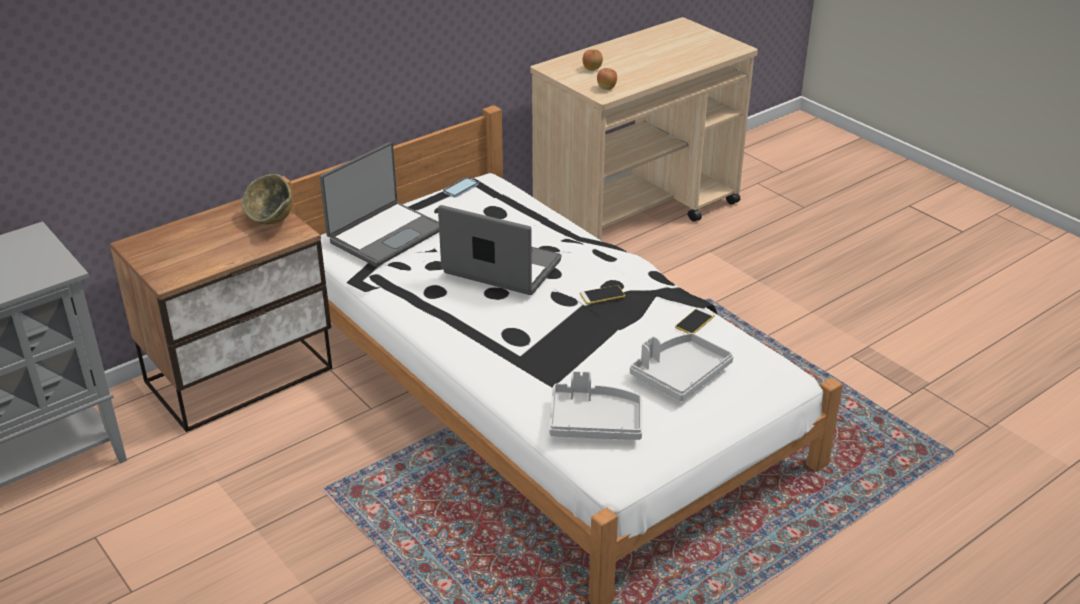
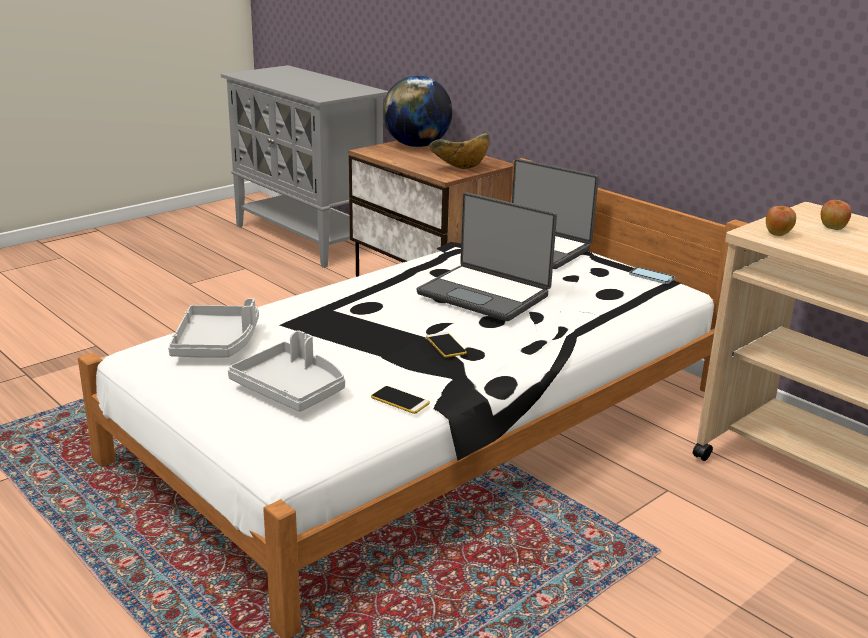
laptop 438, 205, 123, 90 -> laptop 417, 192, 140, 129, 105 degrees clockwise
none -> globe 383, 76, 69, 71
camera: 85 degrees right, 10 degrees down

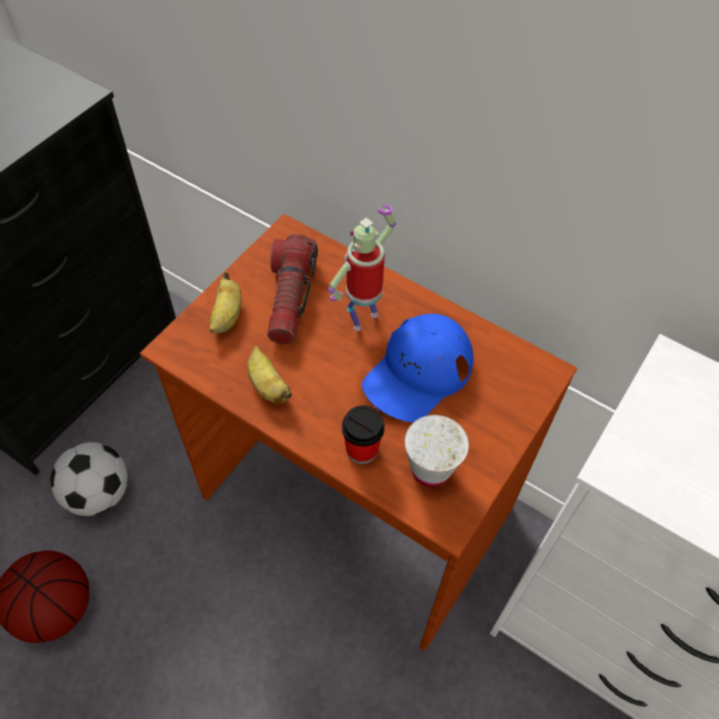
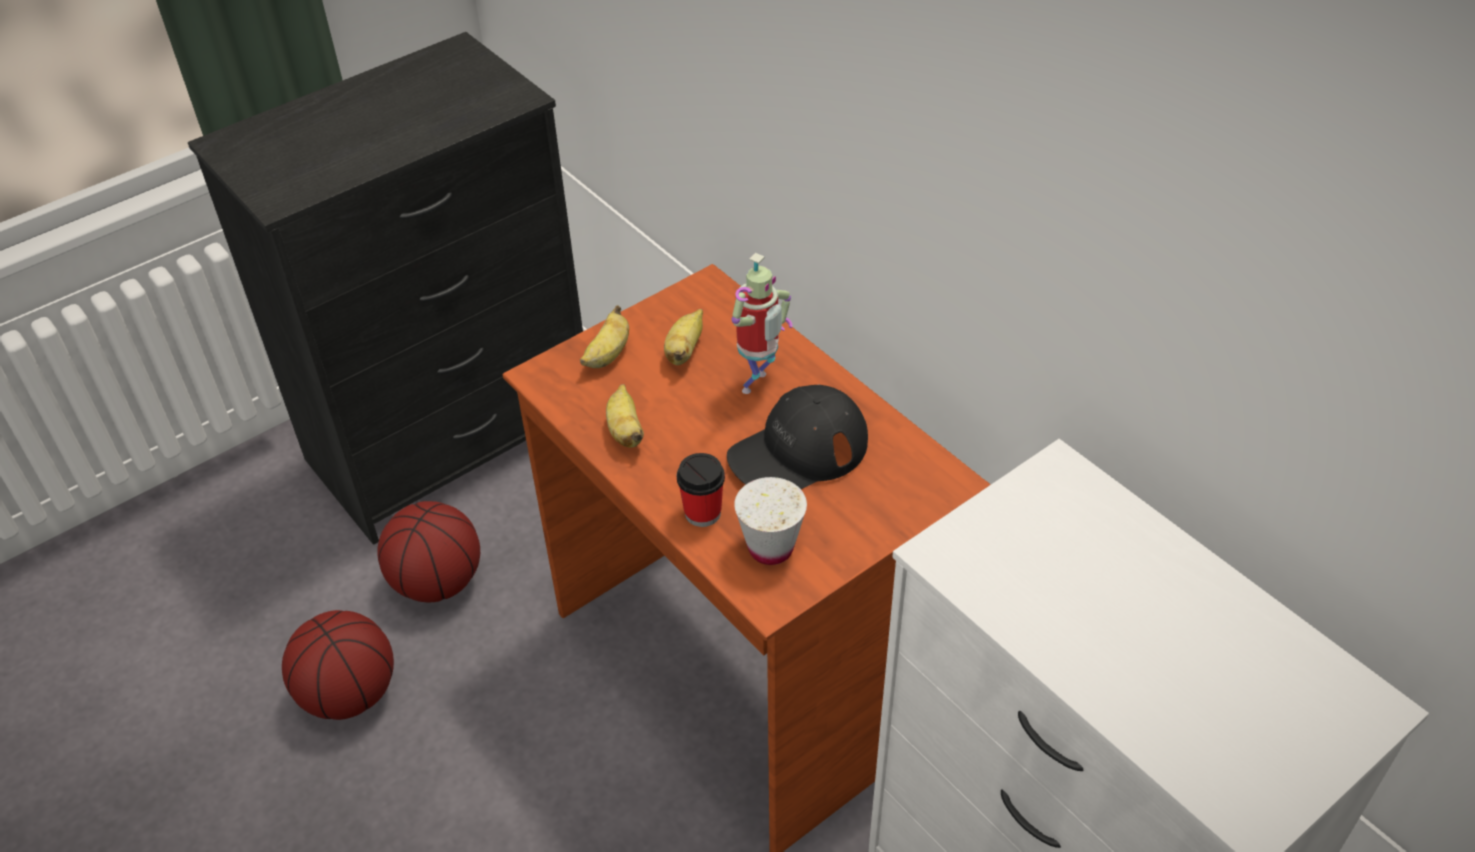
toy robot 328, 205, 68, 126 -> toy robot 731, 253, 61, 141, 150 degrees clockwise
flashlight 267, 234, 51, 111 -> banana 664, 309, 39, 56
blue cap 362, 314, 111, 108 -> black cap 727, 384, 141, 105
football 51, 442, 77, 74 -> basketball 377, 501, 103, 101
camera: 20 degrees right, 10 degrees down

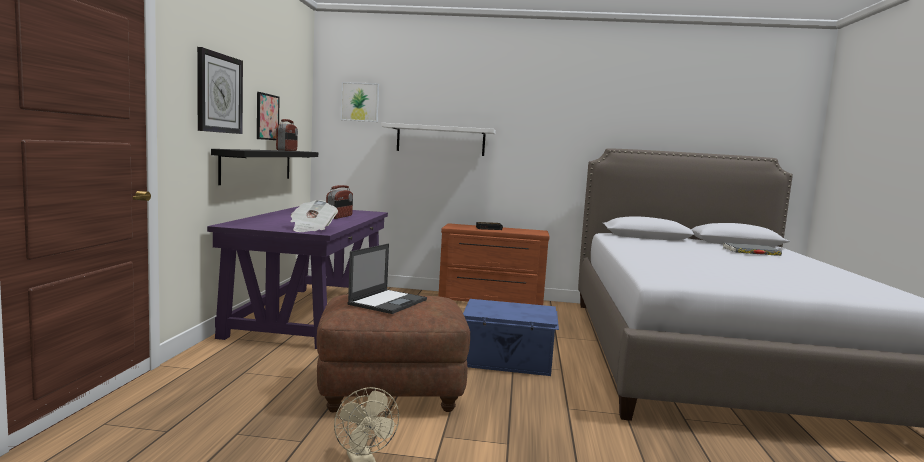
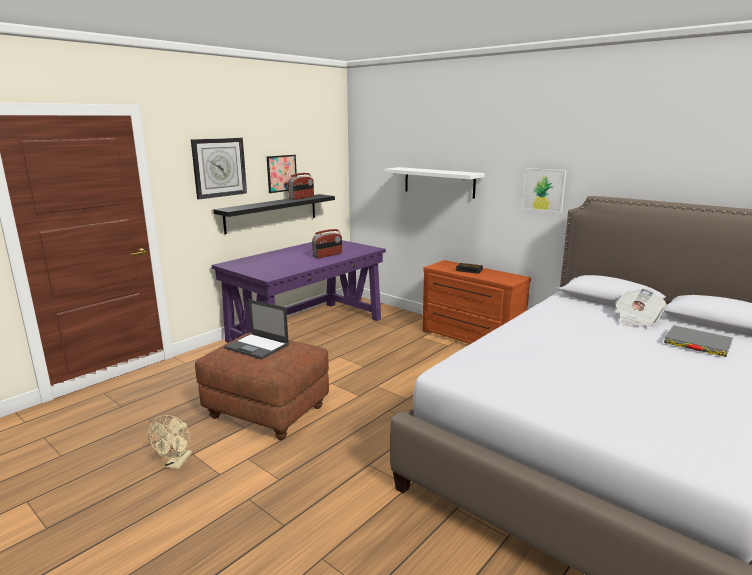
picture 341, 82, 38, 40 -> picture 522, 168, 44, 45, move
newspaper 290, 200, 48, 32 -> newspaper 615, 289, 52, 38, move
laptop 347, 243, 80, 71 -> laptop 224, 299, 65, 61, 60 degrees clockwise
blue storage box 463, 299, 96, 77 -> none
camera: 35 degrees right, 10 degrees up

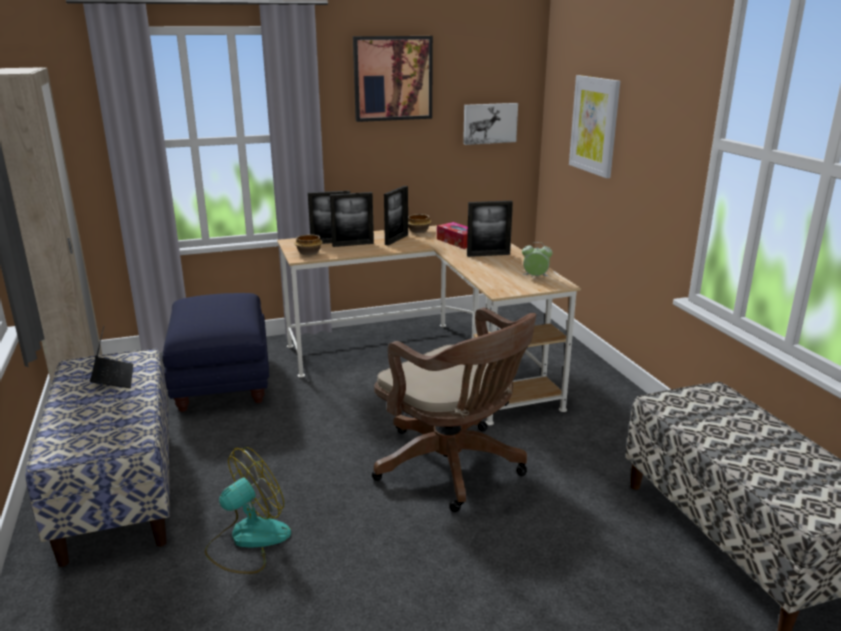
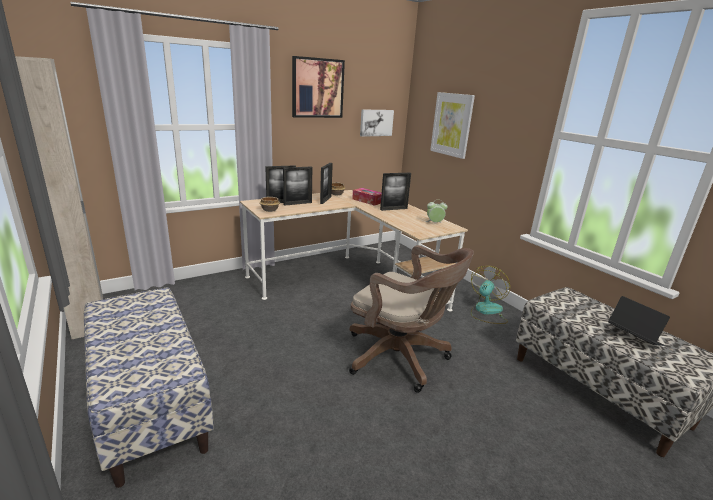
blue ottoman 162, 293, 107, 119 -> none
laptop 90, 326, 43, 62 -> laptop 608, 296, 62, 50, move
fan 205, 447, 86, 127 -> fan 471, 266, 39, 58, move
camera: 15 degrees left, 0 degrees up

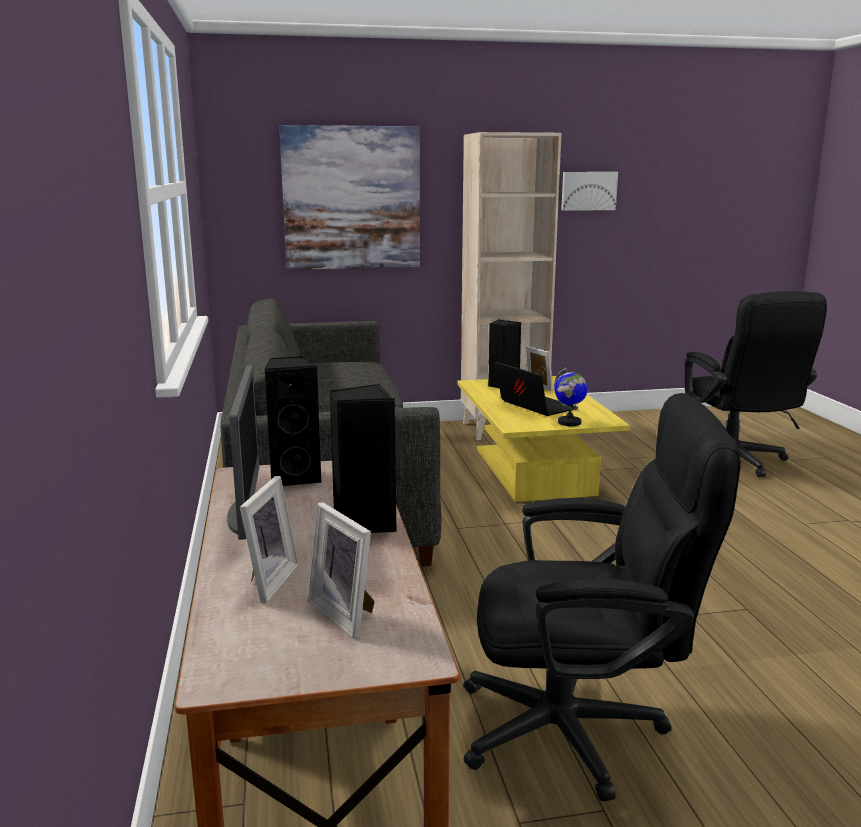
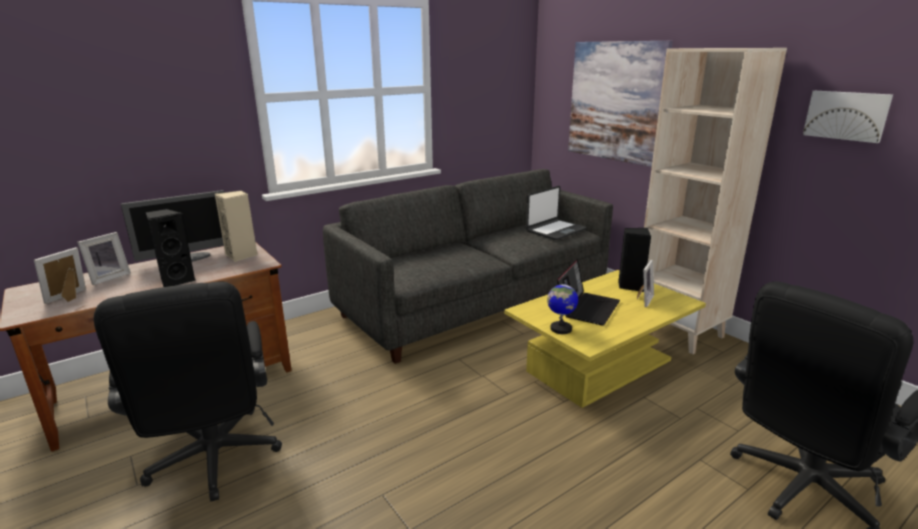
black speaker 264, 356, 59, 130 -> beige speaker 215, 190, 43, 72
picture frame 240, 476, 59, 127 -> picture frame 77, 232, 54, 53, 45 degrees counterclockwise
none -> laptop 526, 186, 61, 54
camera: 65 degrees right, 5 degrees up

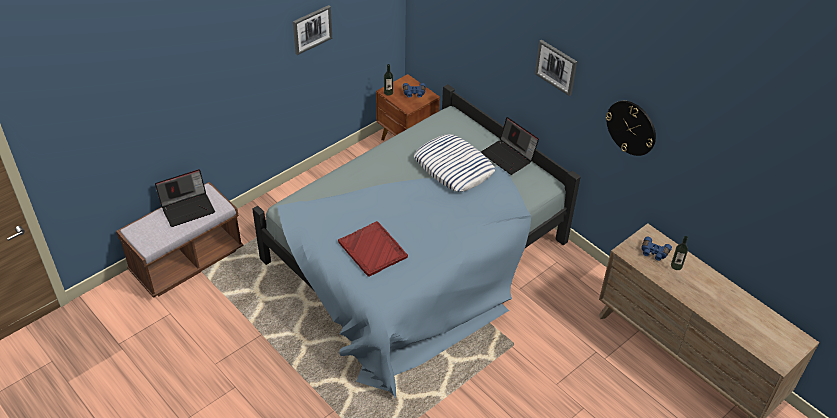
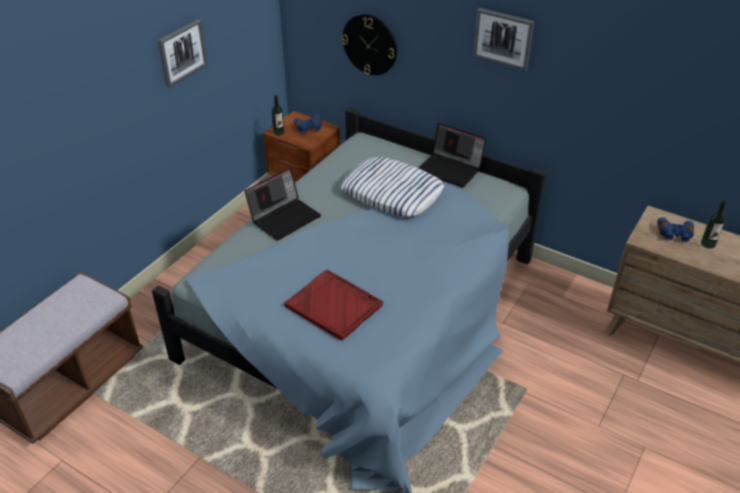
wall clock 606, 101, 50, 55 -> wall clock 342, 14, 55, 61, move
laptop 155, 169, 60, 58 -> laptop 244, 168, 77, 73, move
camera: 15 degrees left, 5 degrees down

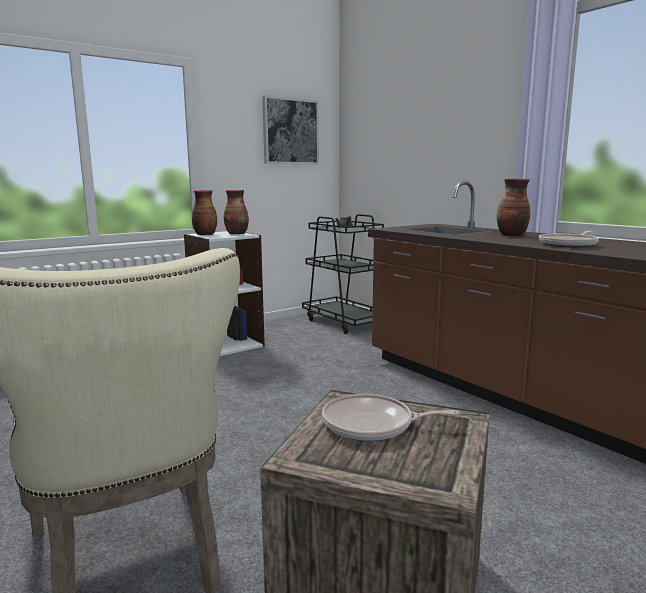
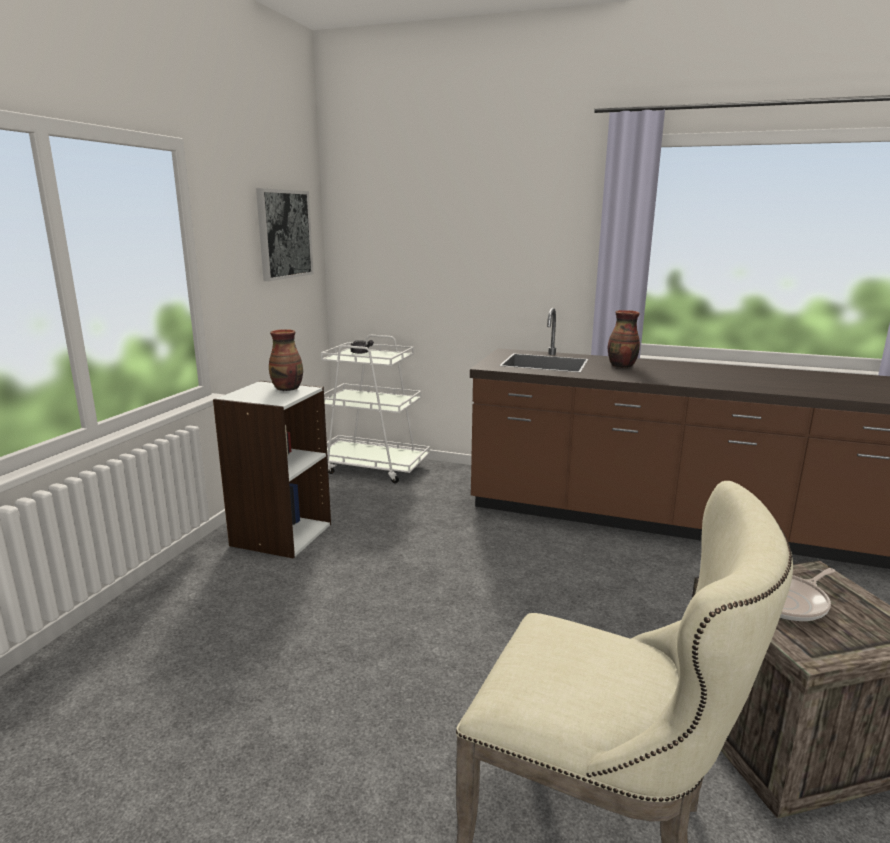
vase 192, 190, 25, 45 -> none
black cart 302, 214, 82, 120 -> white cart 321, 335, 109, 148
frying pan 539, 231, 60, 17 -> none
camera: 35 degrees left, 5 degrees up

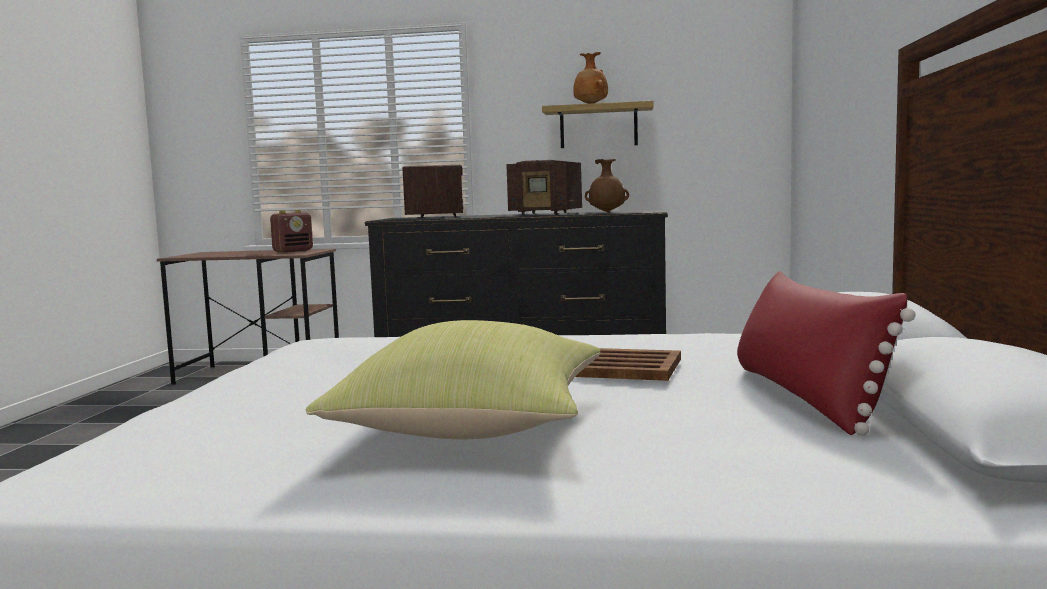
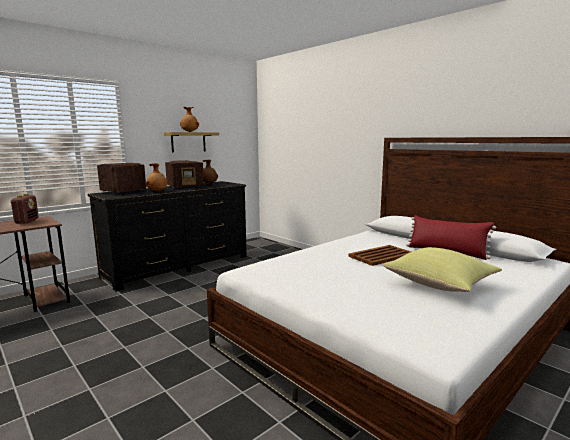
none -> brown vase 145, 163, 23, 29
camera: 50 degrees left, 5 degrees up

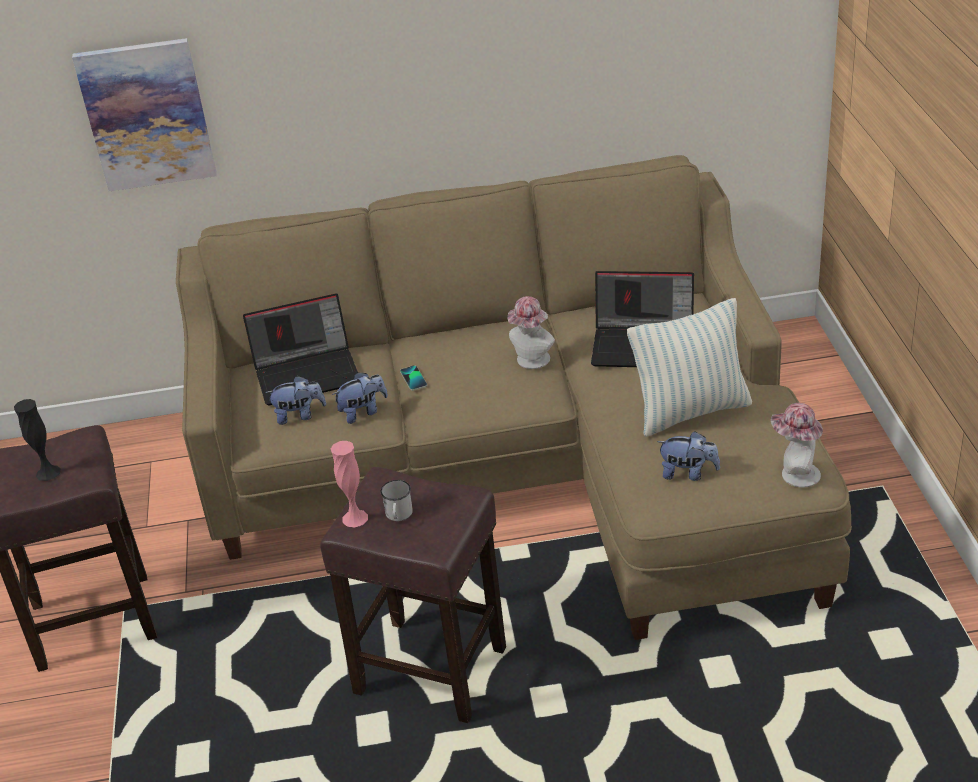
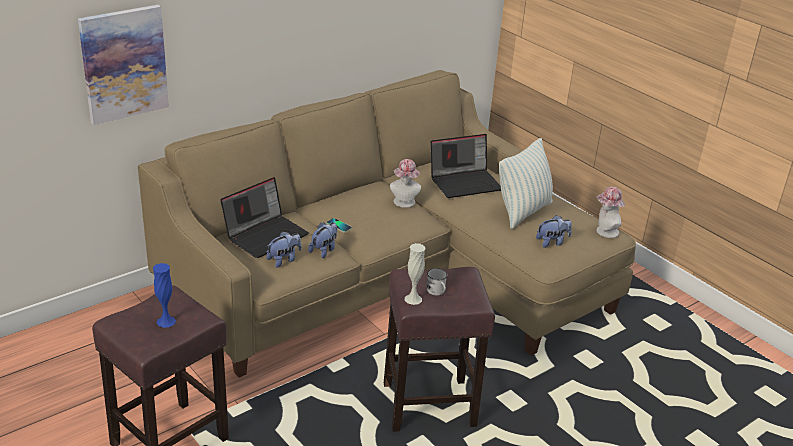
black vase 14, 399, 47, 82 -> blue vase 153, 263, 23, 65
pink vase 331, 441, 37, 86 -> white vase 405, 243, 21, 62
camera: 35 degrees left, 5 degrees down

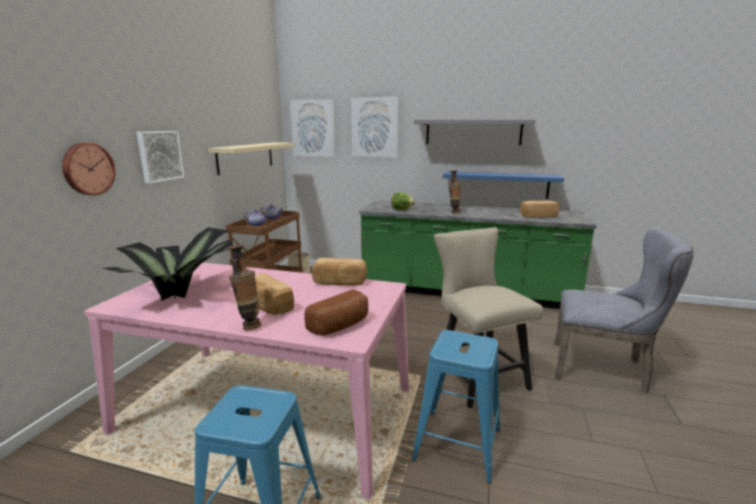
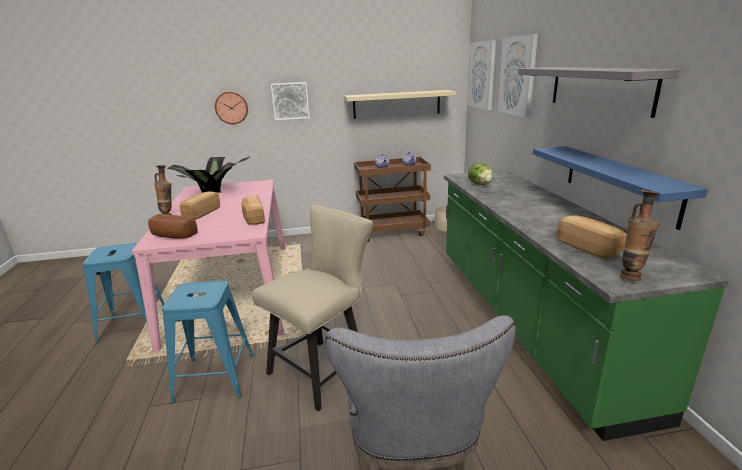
vase 448, 170, 13, 43 -> vase 620, 190, 40, 91, move
camera: 65 degrees right, 5 degrees up

